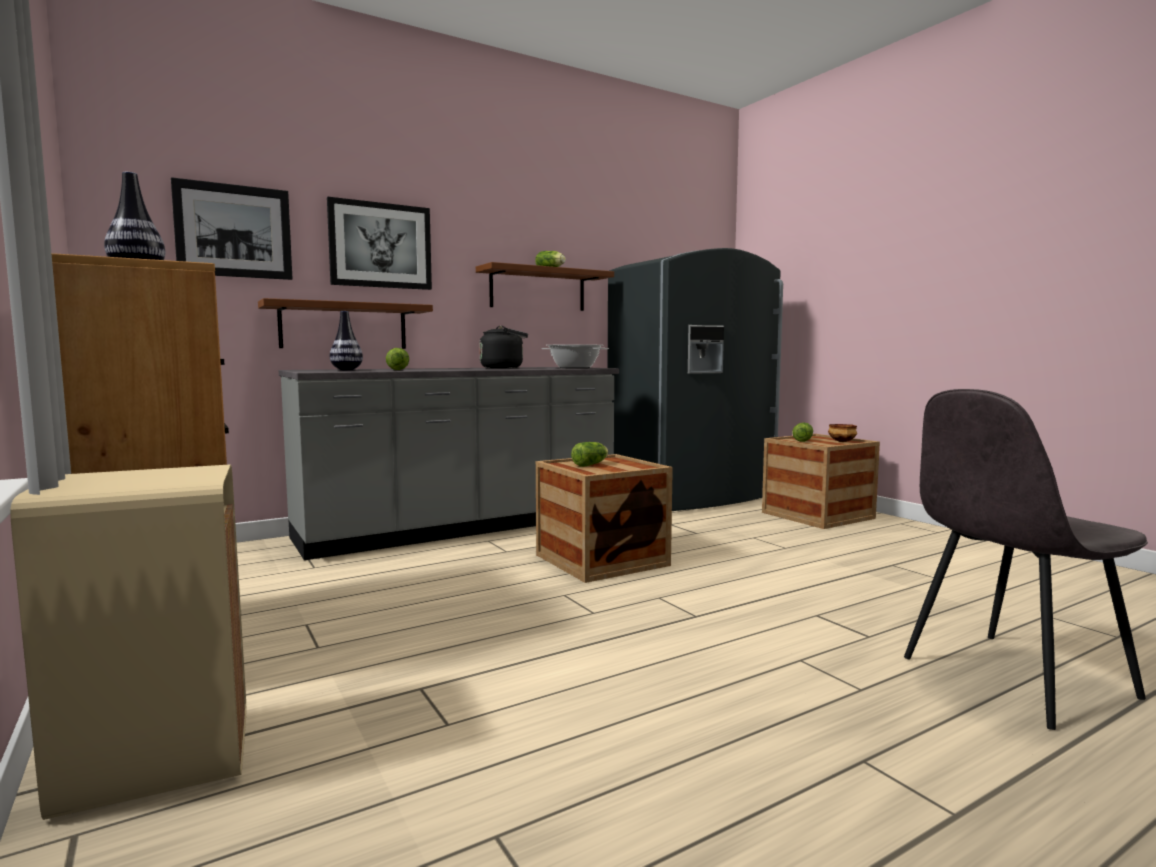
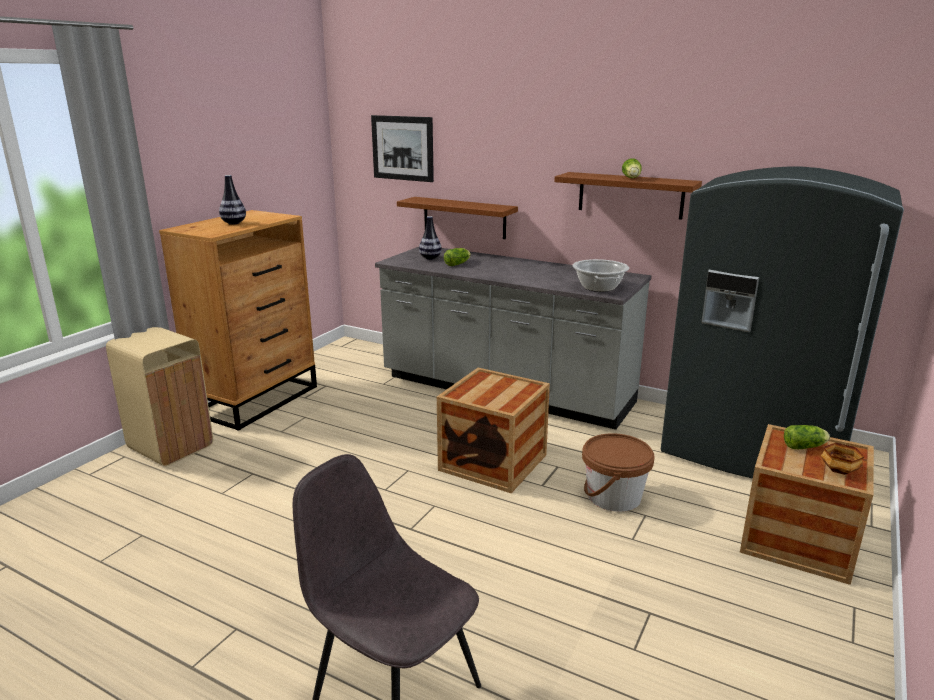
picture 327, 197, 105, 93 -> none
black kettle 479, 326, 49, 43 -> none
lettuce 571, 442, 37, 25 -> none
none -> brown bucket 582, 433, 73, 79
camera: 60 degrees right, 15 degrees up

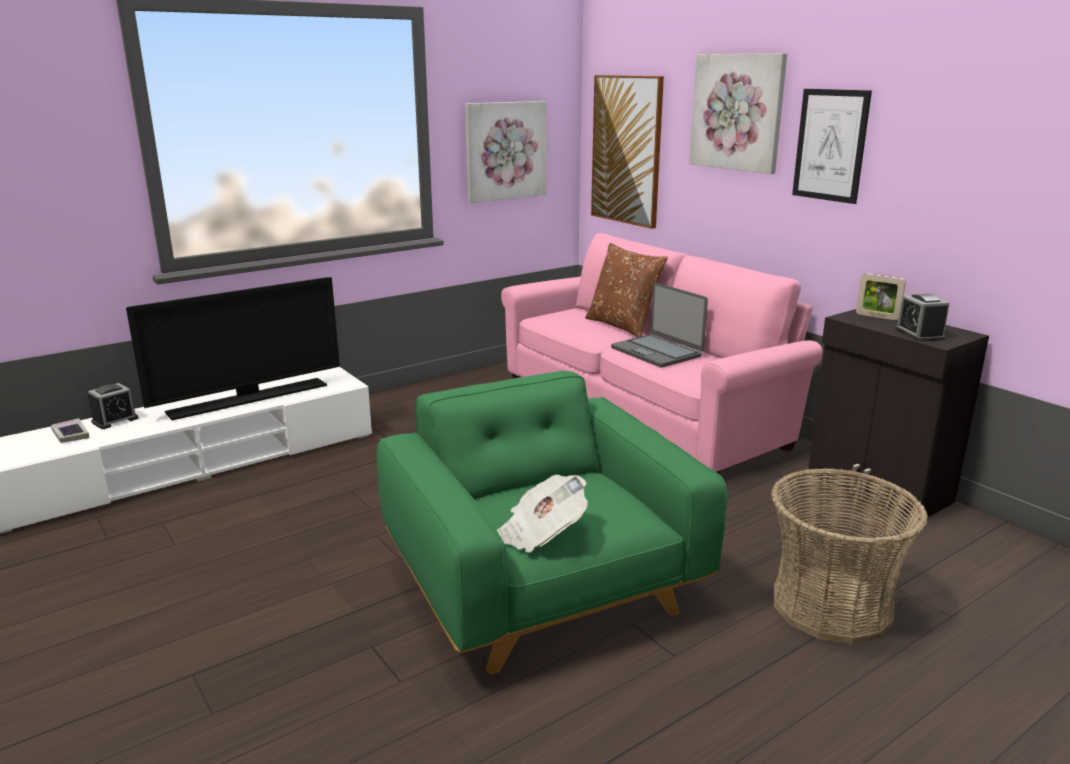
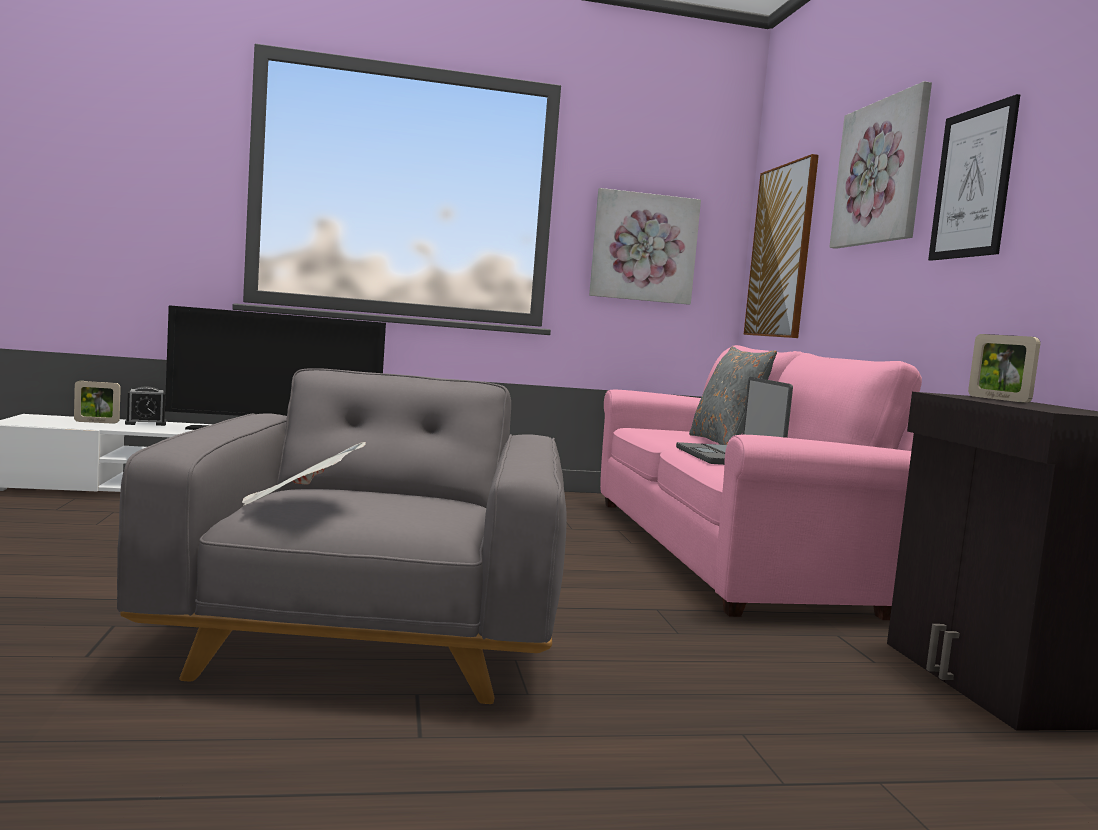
brown pillow 585, 243, 83, 94 -> grey pillow 689, 346, 88, 99
alarm clock 895, 294, 55, 48 -> none
green armchair 377, 371, 350, 304 -> grey armchair 117, 368, 450, 336
book 51, 418, 38, 25 -> picture frame 74, 381, 47, 43
basket 771, 468, 157, 176 -> none
camera: 25 degrees right, 15 degrees down

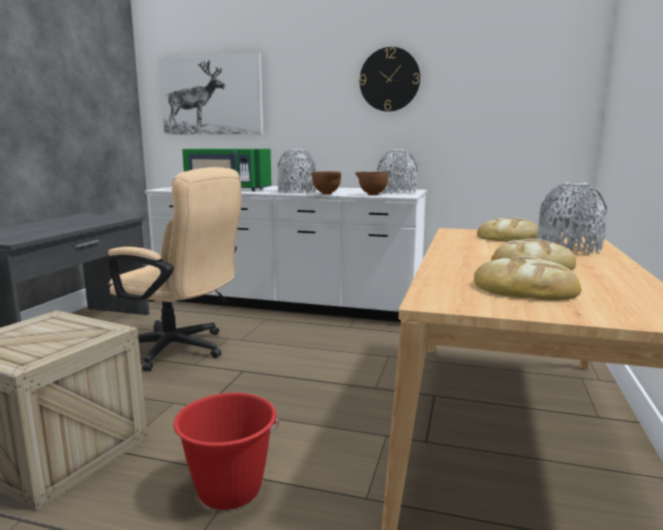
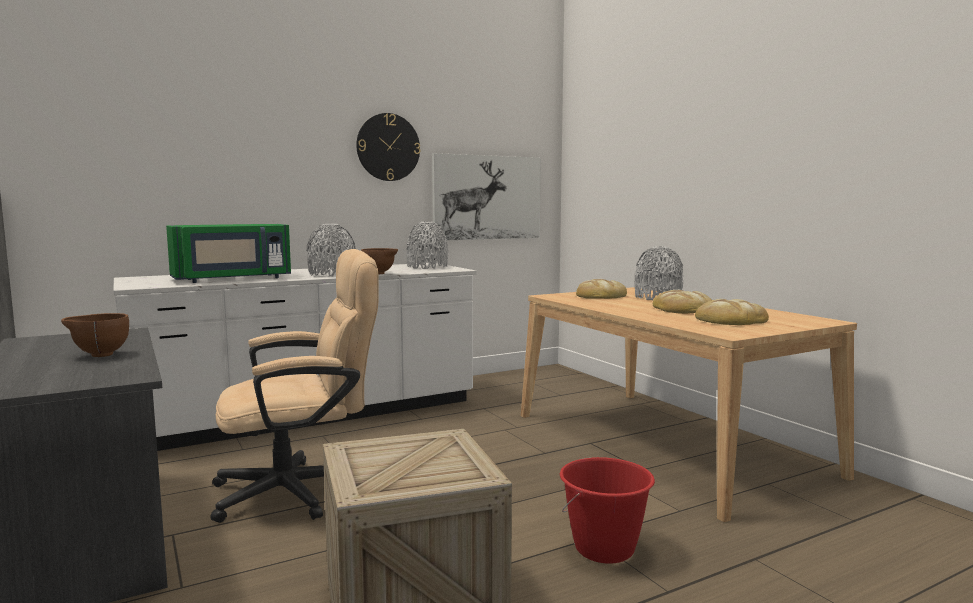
picture 159, 53, 104, 82 -> picture 432, 153, 109, 87, move
brown bowl 355, 172, 33, 23 -> brown bowl 61, 313, 68, 44, move
camera: 45 degrees left, 5 degrees down

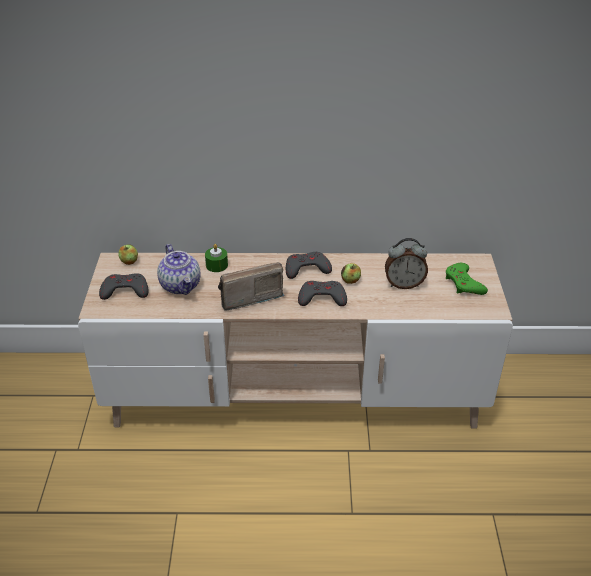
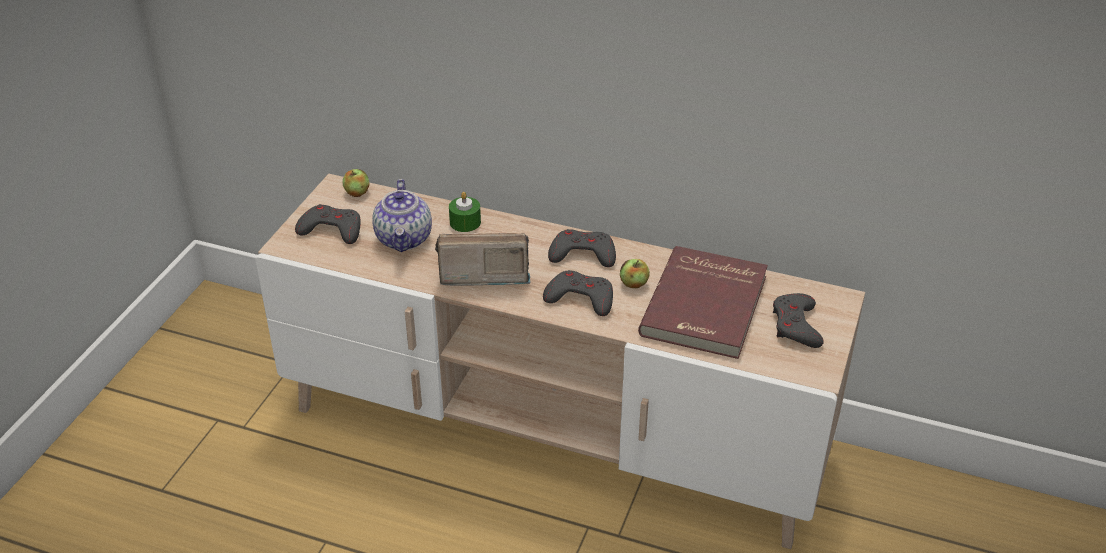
alarm clock 385, 238, 43, 51 -> red book 638, 246, 130, 113
green game controller 446, 263, 42, 32 -> grey game controller 773, 293, 51, 55
camera: 20 degrees right, 0 degrees up

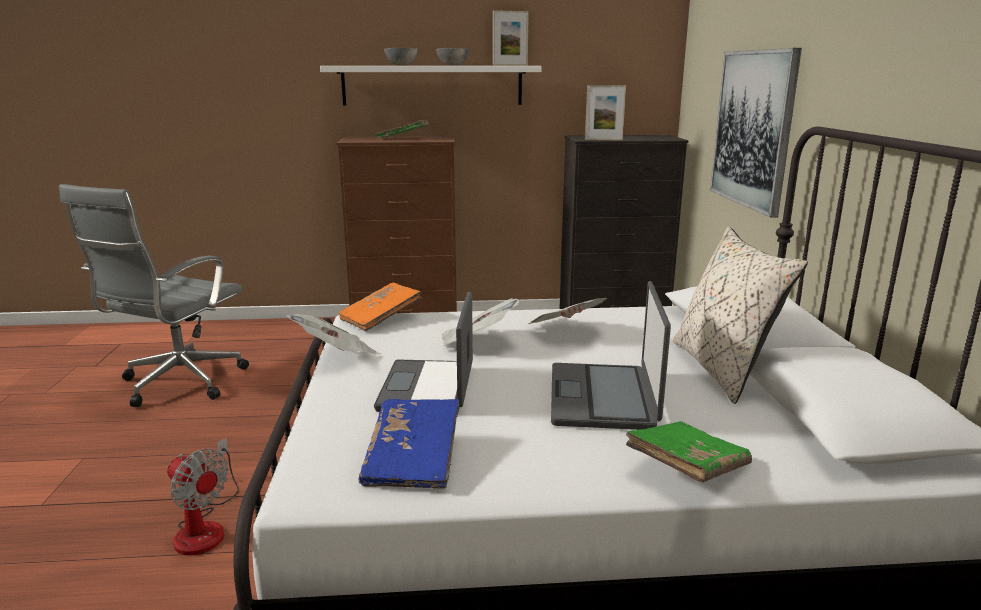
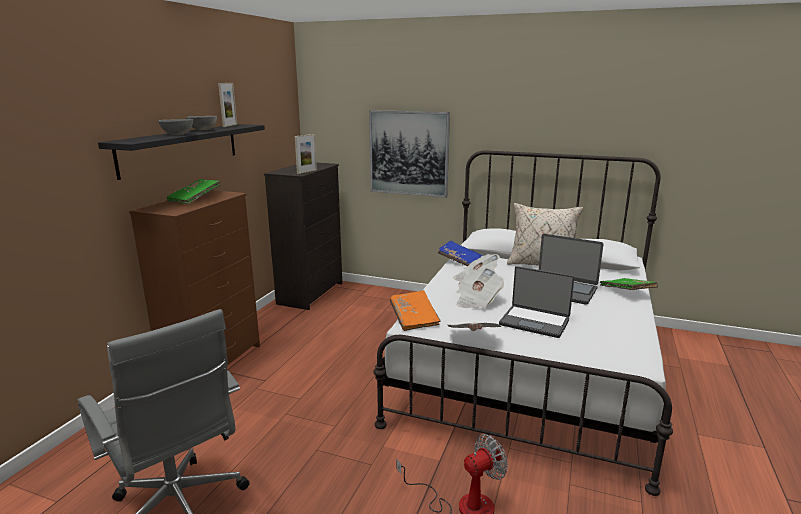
white shelf 320, 66, 222, 39 -> black shelf 98, 124, 167, 56
blue book 359, 399, 100, 90 -> blue book 438, 240, 44, 26, move
camera: 65 degrees left, 0 degrees up

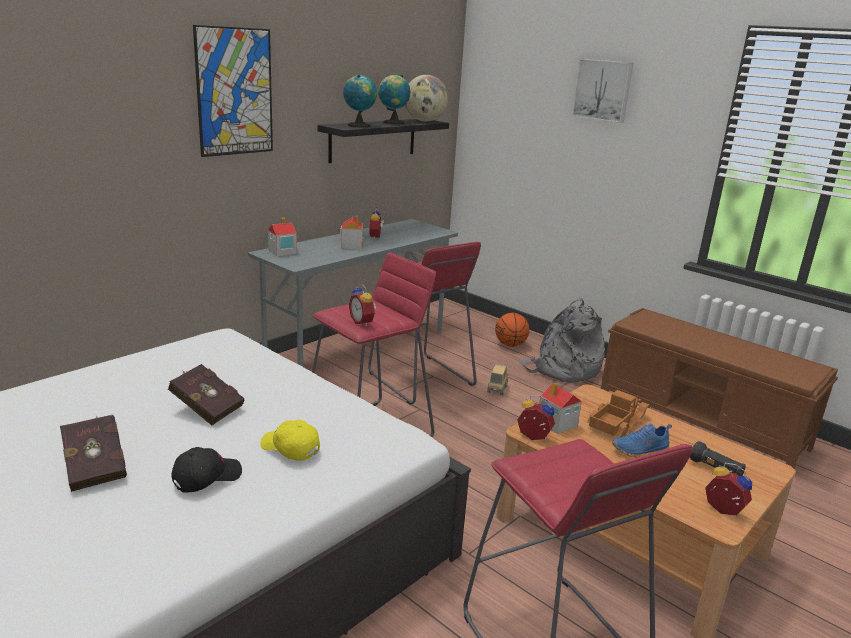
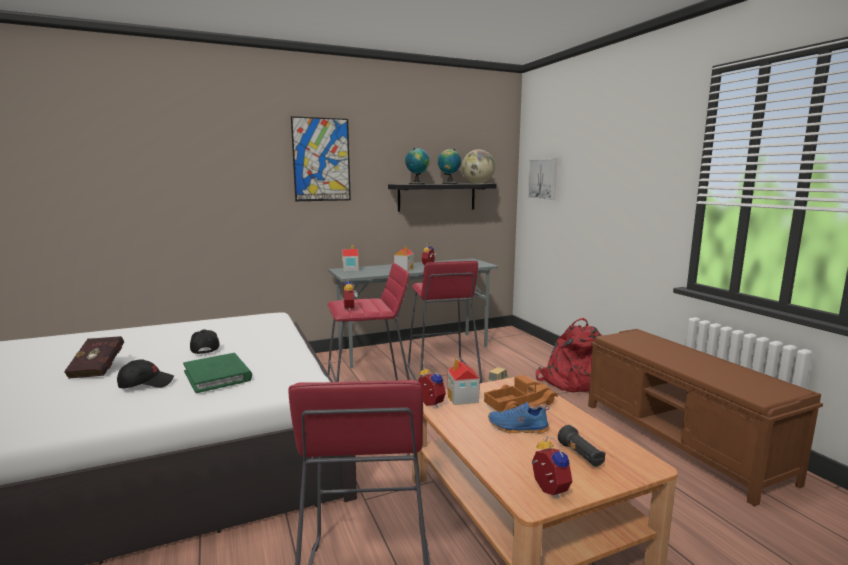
picture 572, 59, 61, 64 -> picture 527, 159, 30, 41, move
grey backpack 519, 297, 86, 86 -> red backpack 535, 318, 68, 74
basketball 495, 313, 35, 34 -> none
red book 168, 364, 77, 61 -> black cap 190, 329, 30, 25
yellow cap 260, 419, 60, 42 -> green book 183, 353, 69, 40
camera: 25 degrees right, 10 degrees down

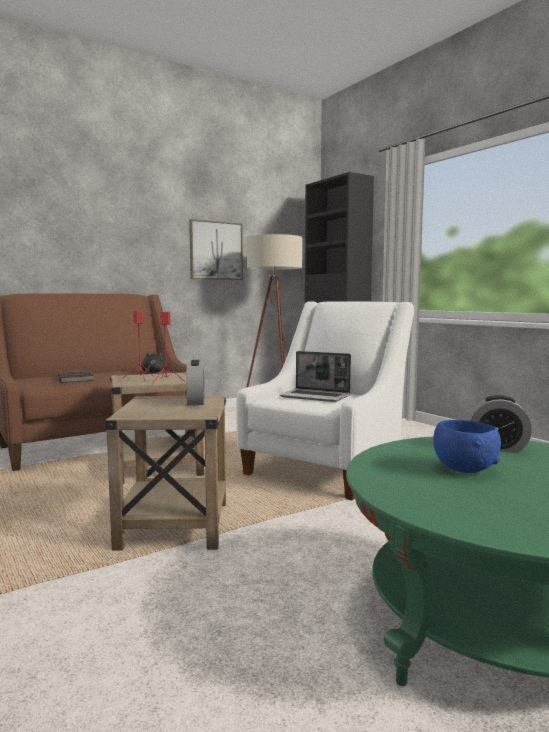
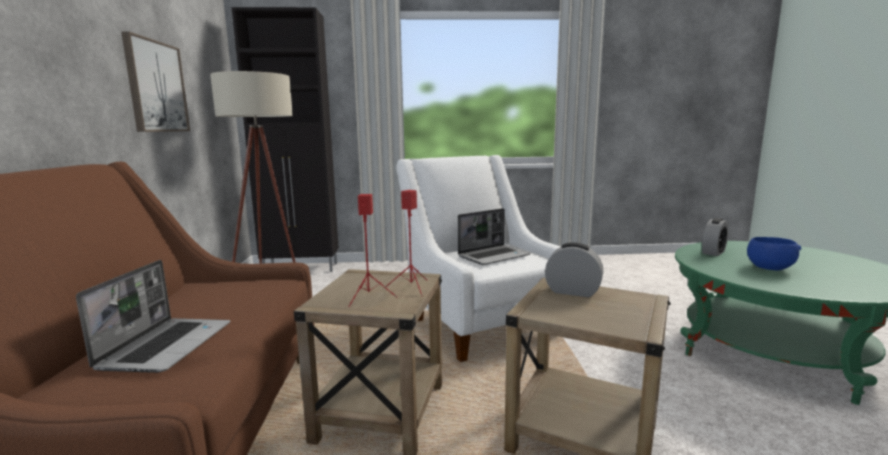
black plush toy 141, 352, 24, 21 -> none
brown book 58, 370, 36, 13 -> laptop 76, 260, 154, 113
camera: 60 degrees left, 5 degrees up

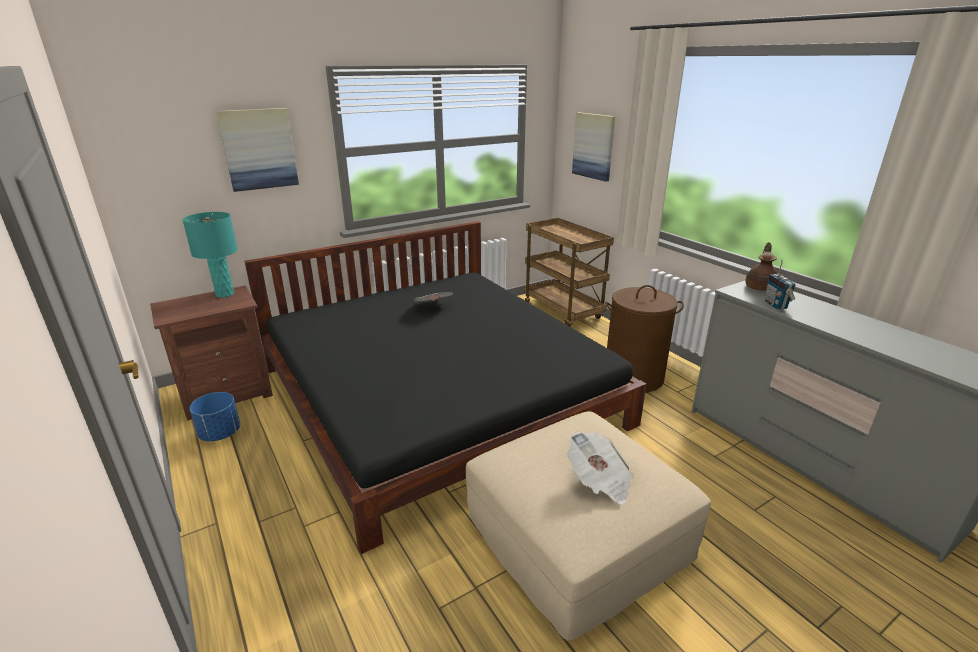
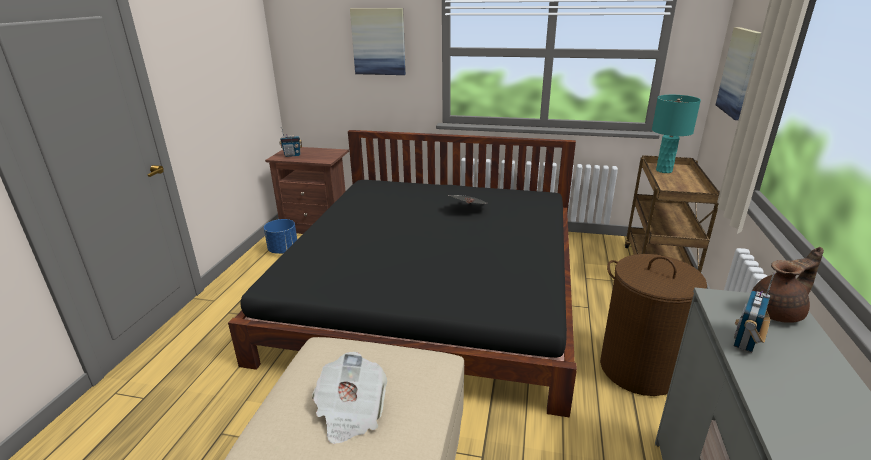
turquoise table lamp 183, 212, 55, 86 -> turquoise table lamp 652, 95, 49, 78, move
none -> radio 279, 128, 23, 29
camera: 45 degrees right, 0 degrees up

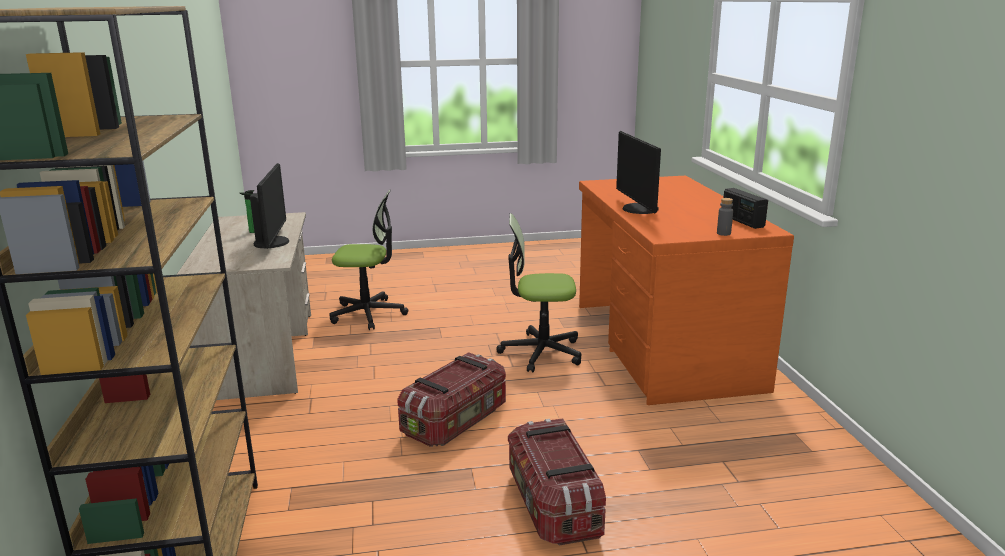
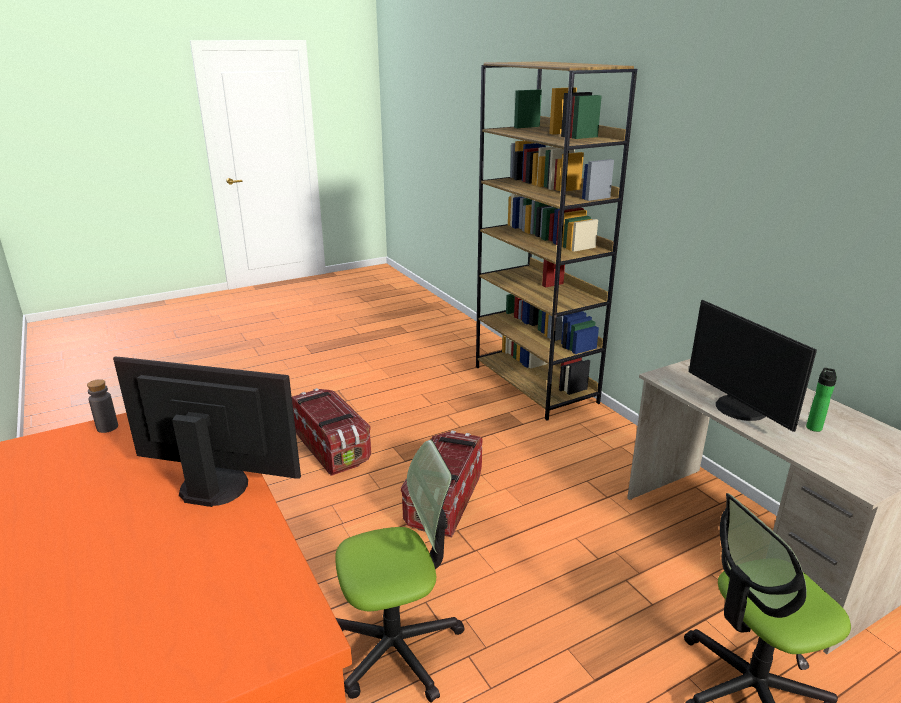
monitor 616, 131, 45, 83 -> monitor 113, 356, 188, 151, 45 degrees counterclockwise
radio 724, 188, 44, 41 -> none
camera: 160 degrees right, 5 degrees up

